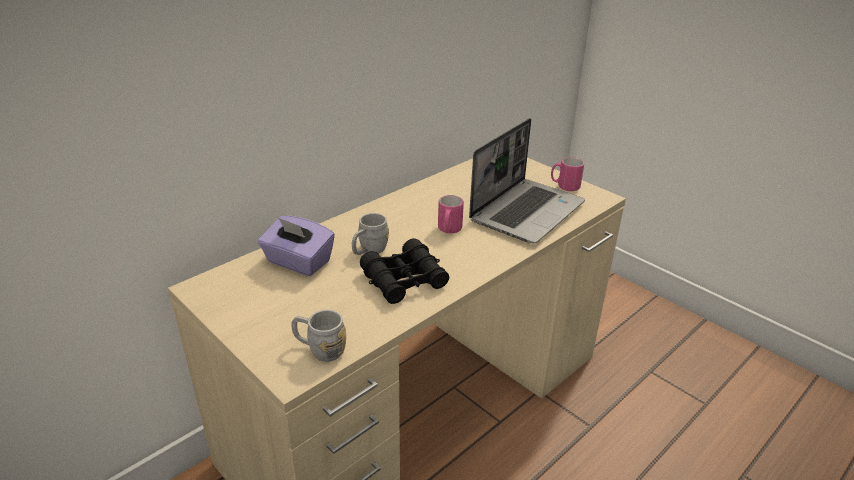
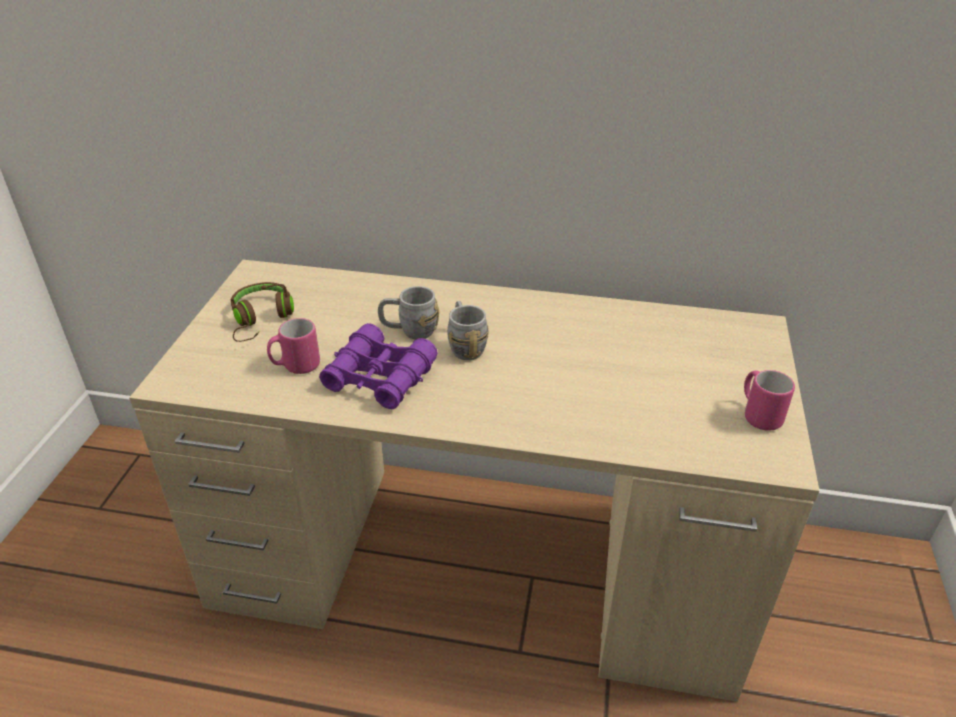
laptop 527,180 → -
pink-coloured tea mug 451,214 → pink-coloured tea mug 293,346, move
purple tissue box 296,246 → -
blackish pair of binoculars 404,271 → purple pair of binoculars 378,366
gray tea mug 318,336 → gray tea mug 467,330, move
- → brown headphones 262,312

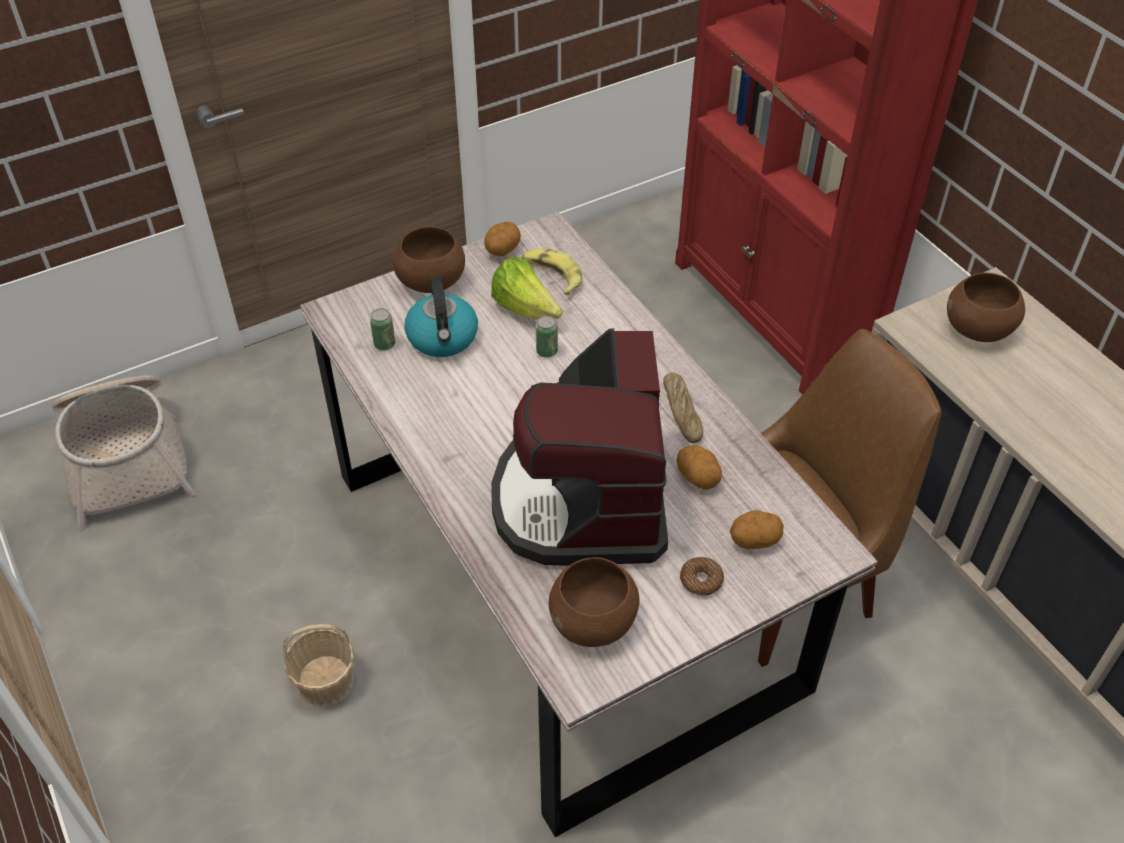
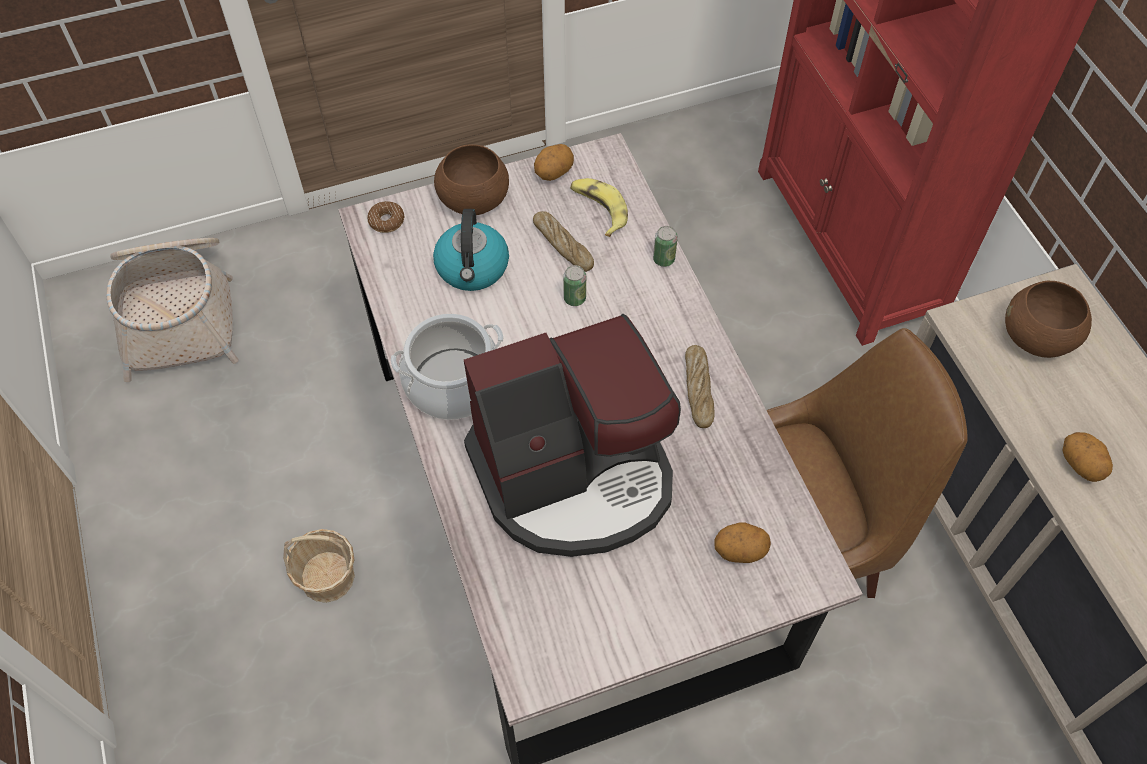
lettuce 527,288 → bread 563,241
sealed can 382,329 → sealed can 665,246, move
coffee brewer 579,447 → coffee brewer 572,435, 120 degrees counterclockwise
whole potato 699,467 → whole potato 1087,457, move
brown serving bowl 594,602 → -
donut 702,576 → donut 385,217, move
- → cooking pot 447,367

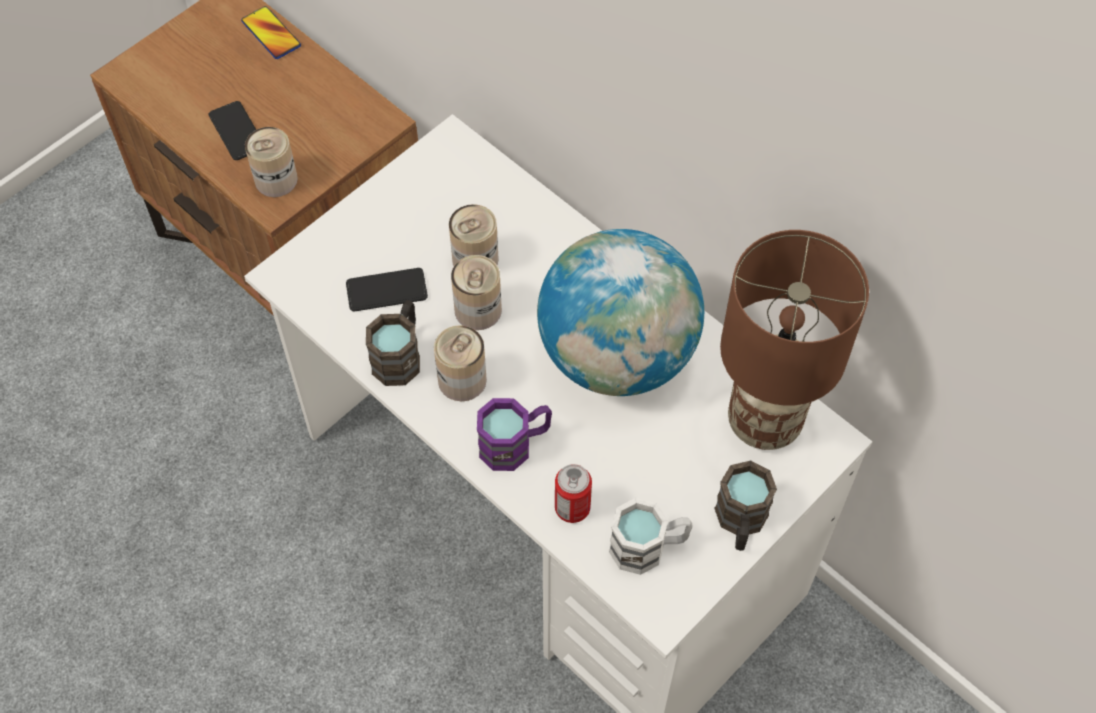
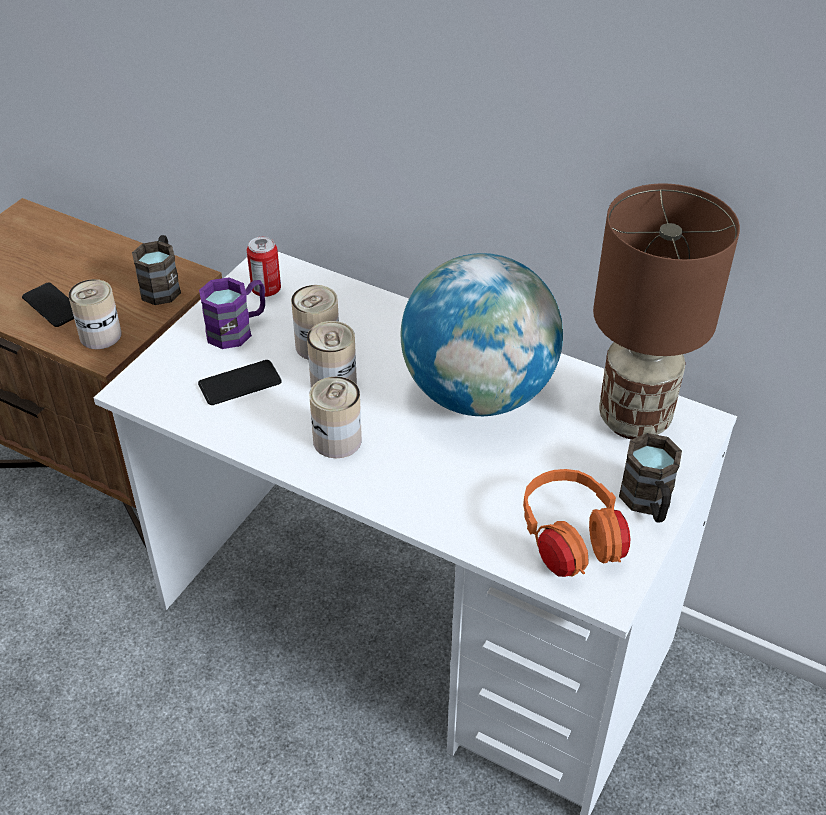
phone 271,32 → -
brown tea mug 393,343 → brown tea mug 156,270, move
purple tea mug 514,434 → purple tea mug 232,313, move
sealed can 573,493 → sealed can 264,267, move
whitish tea mug 650,536 → orangey headphones 576,523

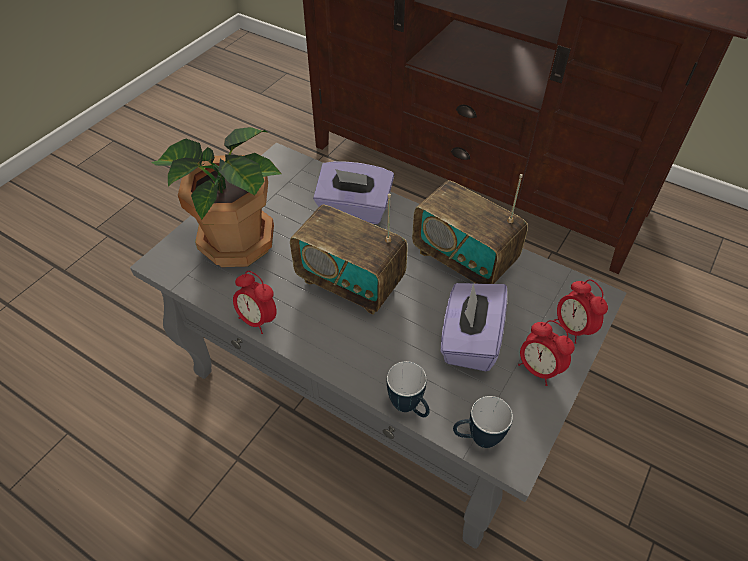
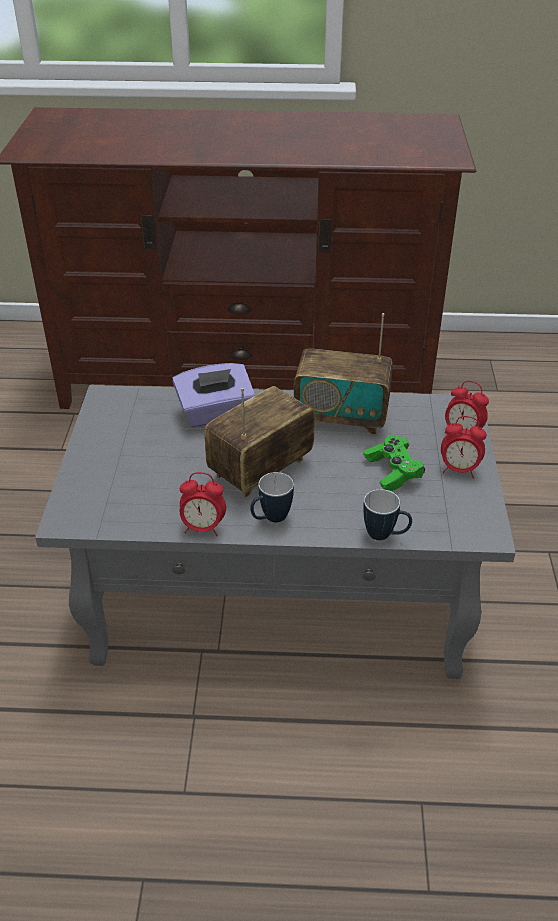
potted plant 216,197 → -
radio set 349,254 → radio set 259,441, 135 degrees clockwise
purple tissue box 474,327 → greenish gamepad 394,463
tea mug 483,422 → tea mug 272,497, move

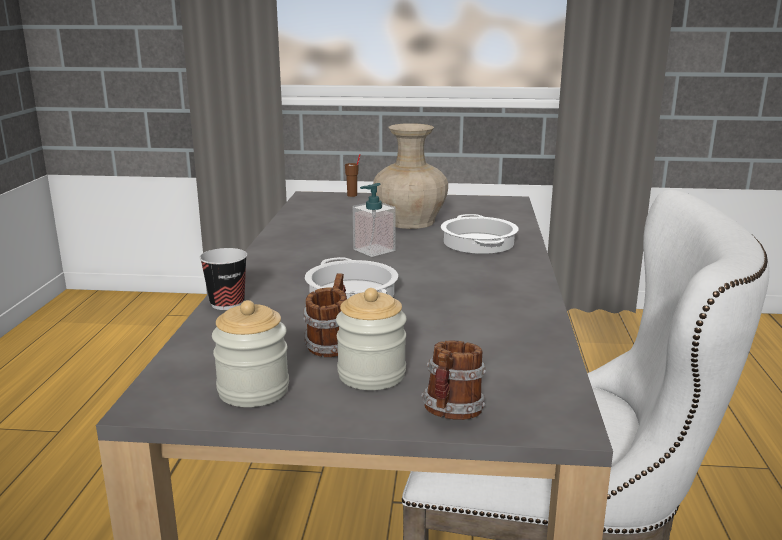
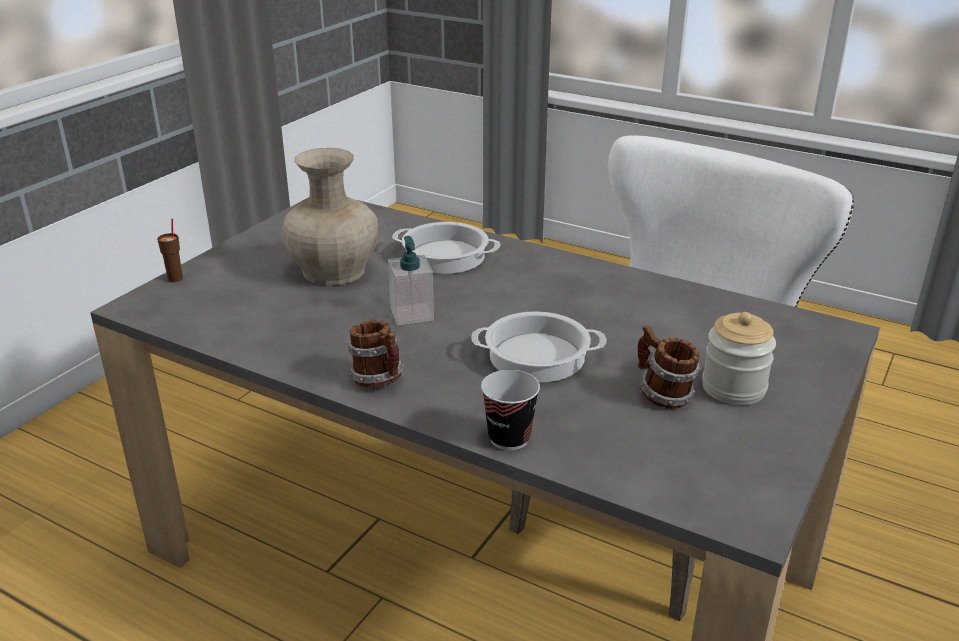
storage jar 250,353 → -
tea mug 453,380 → tea mug 376,354, move

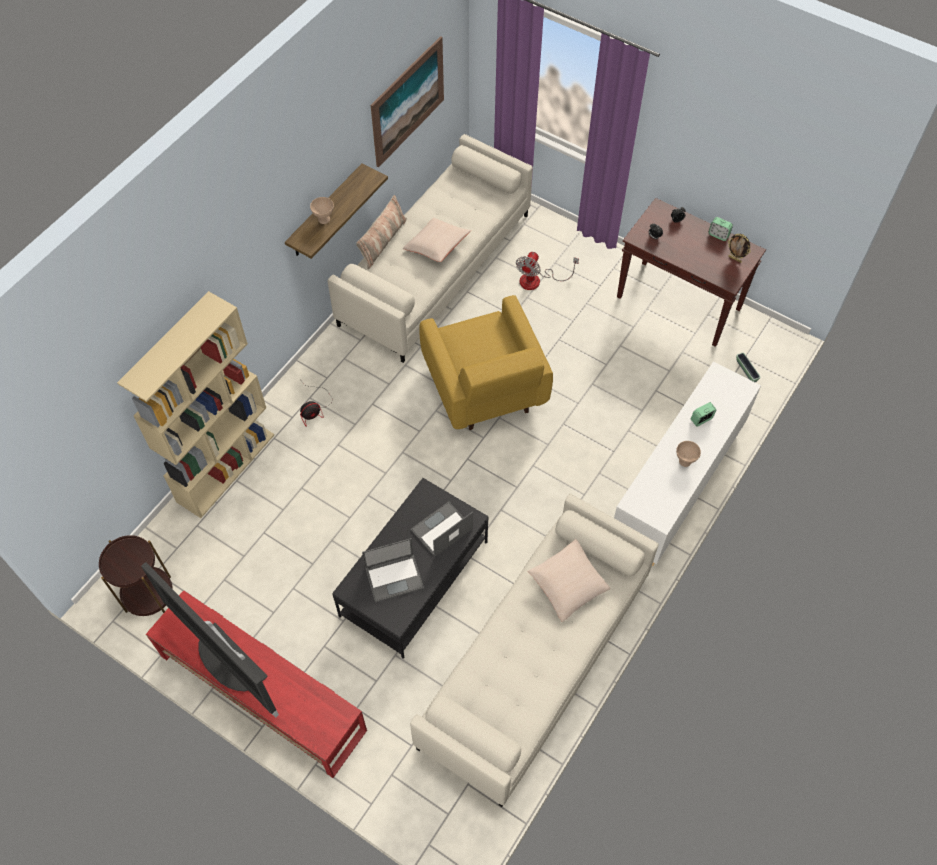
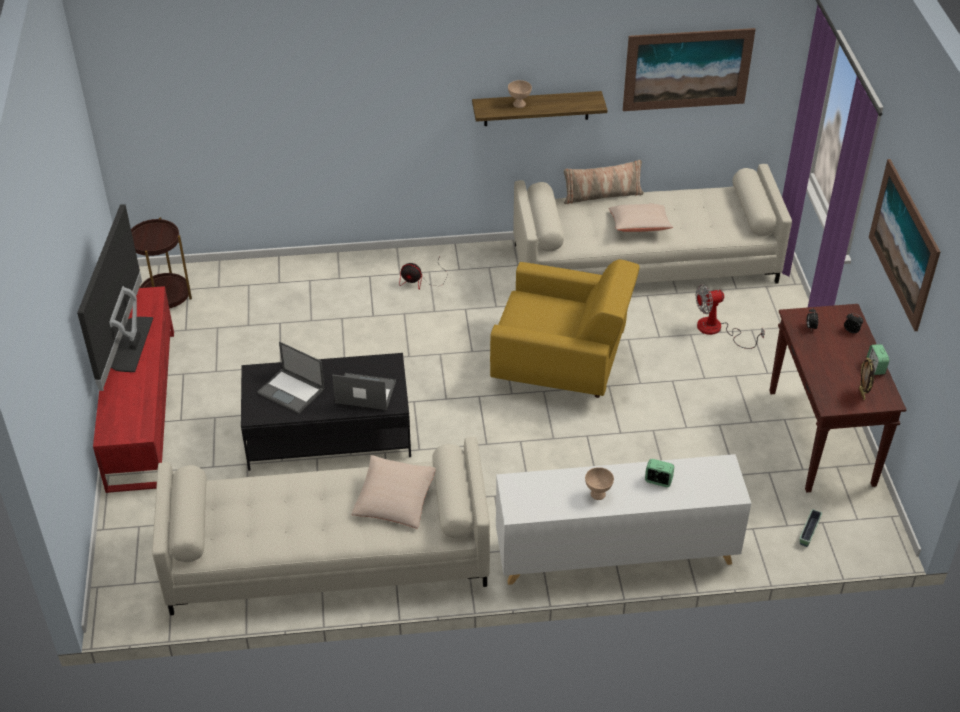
sand-coloured bookcase 195,404 → -
yellowish lounge chair 486,362 → yellowish lounge chair 565,328, 105 degrees counterclockwise
- → wall picture 904,245

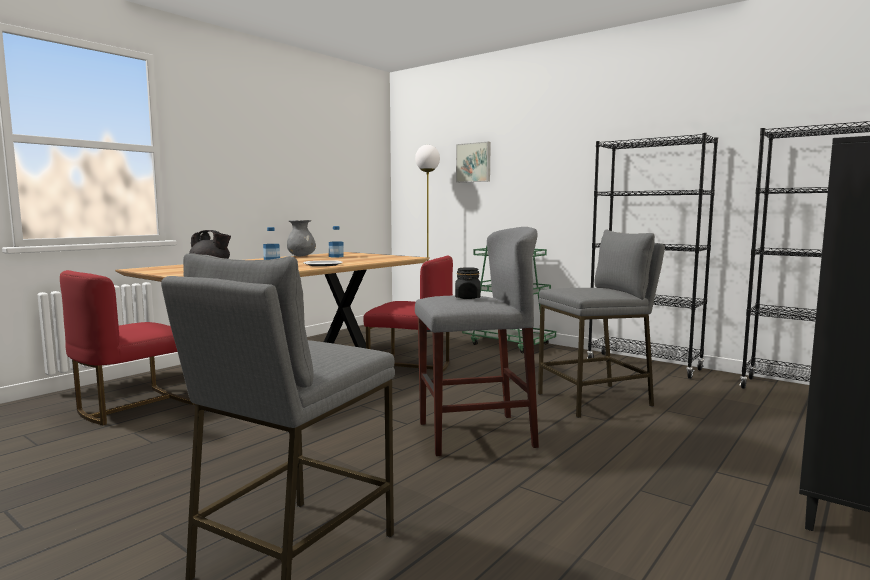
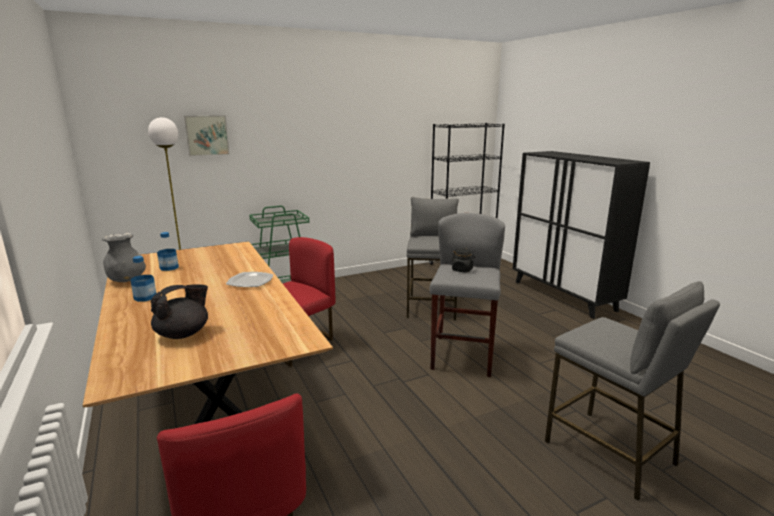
blackish bookcase 652,256 → -

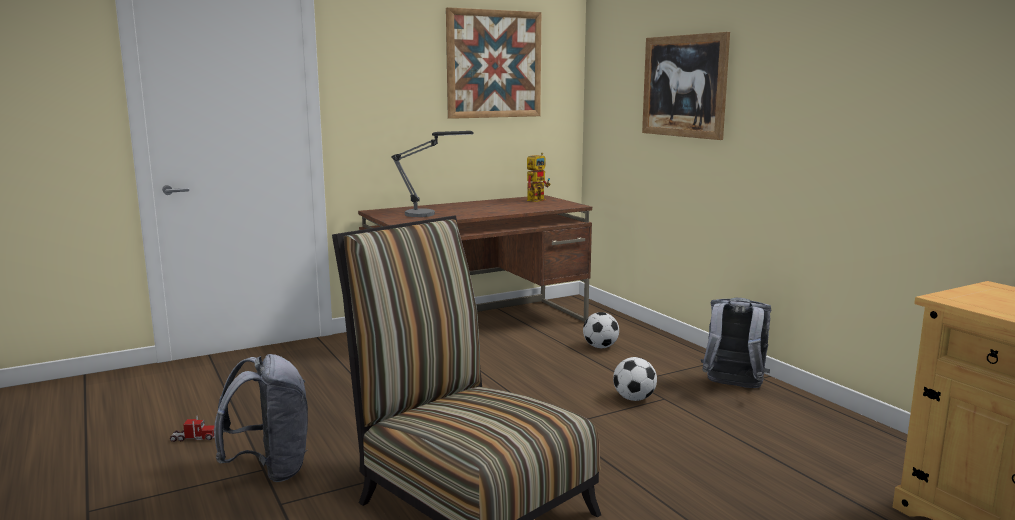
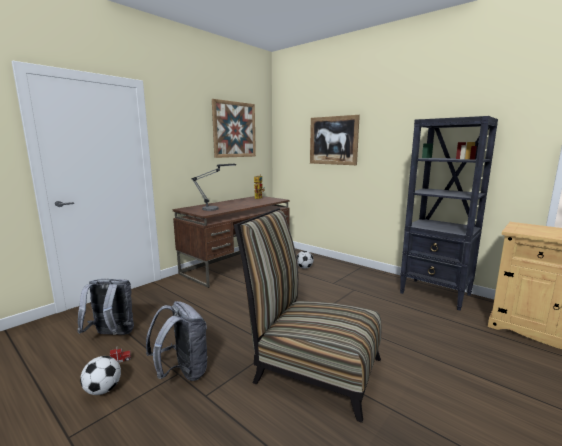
gray knapsack 736,343 → gray knapsack 105,307, move
ball for football 635,379 → ball for football 100,375, move
- → blackish bookcase 449,213

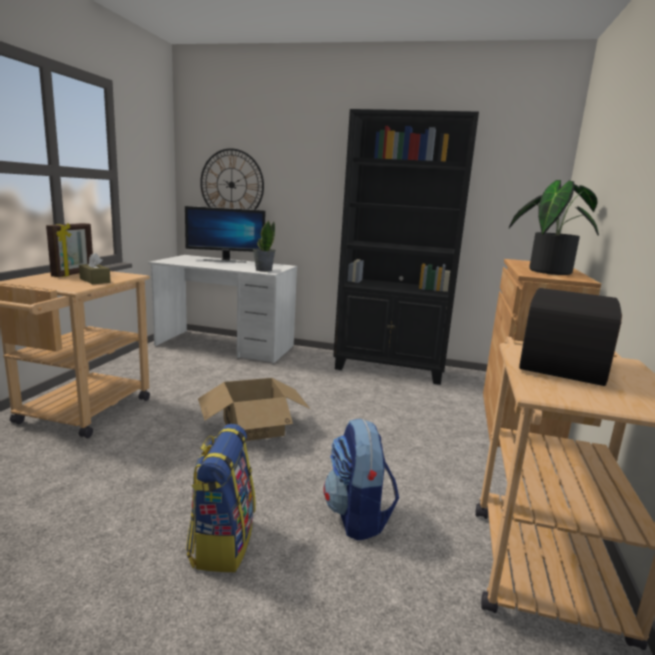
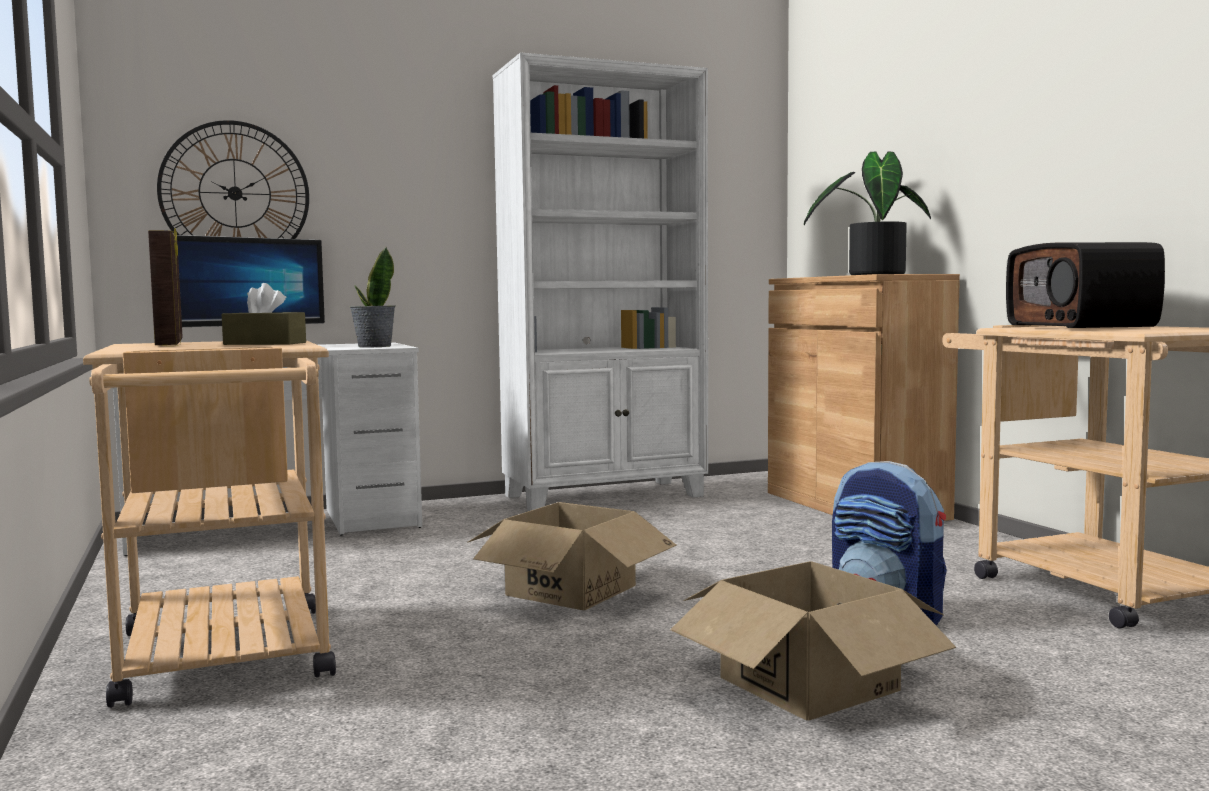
blackish bookcase 406,247 → whitish bookcase 600,281
knapsack 221,498 → carton 813,640

